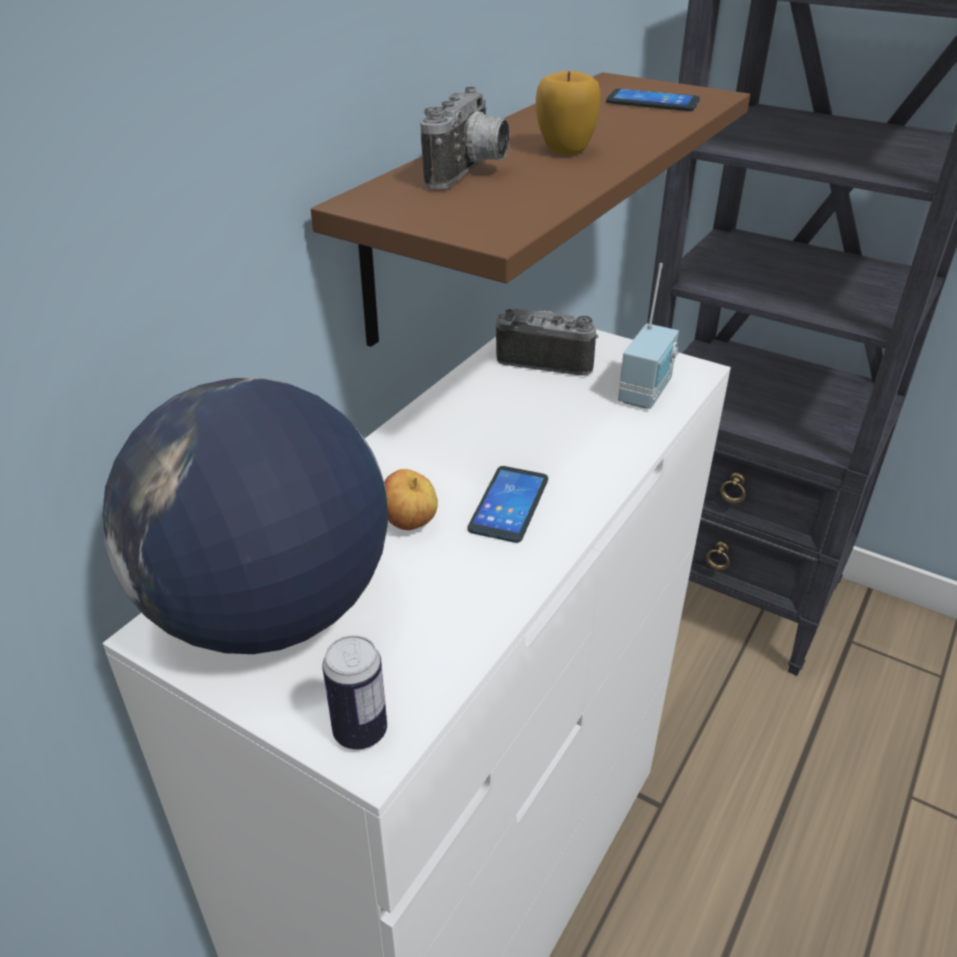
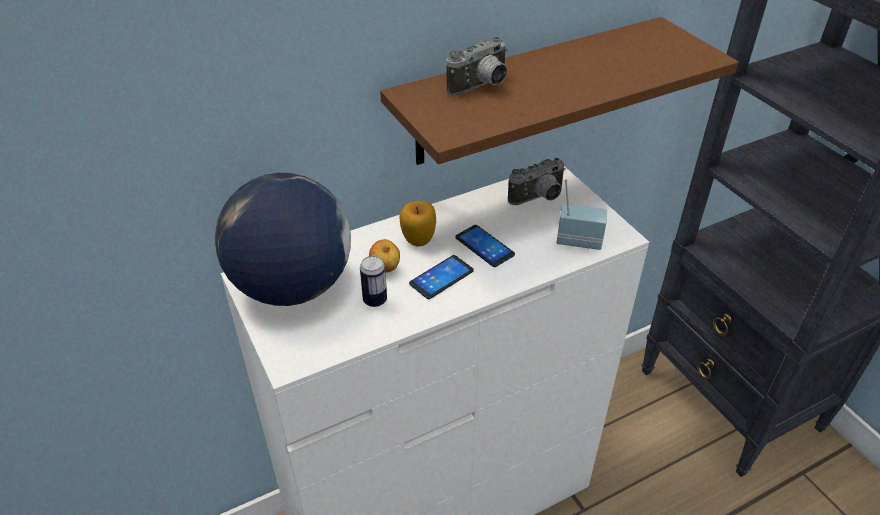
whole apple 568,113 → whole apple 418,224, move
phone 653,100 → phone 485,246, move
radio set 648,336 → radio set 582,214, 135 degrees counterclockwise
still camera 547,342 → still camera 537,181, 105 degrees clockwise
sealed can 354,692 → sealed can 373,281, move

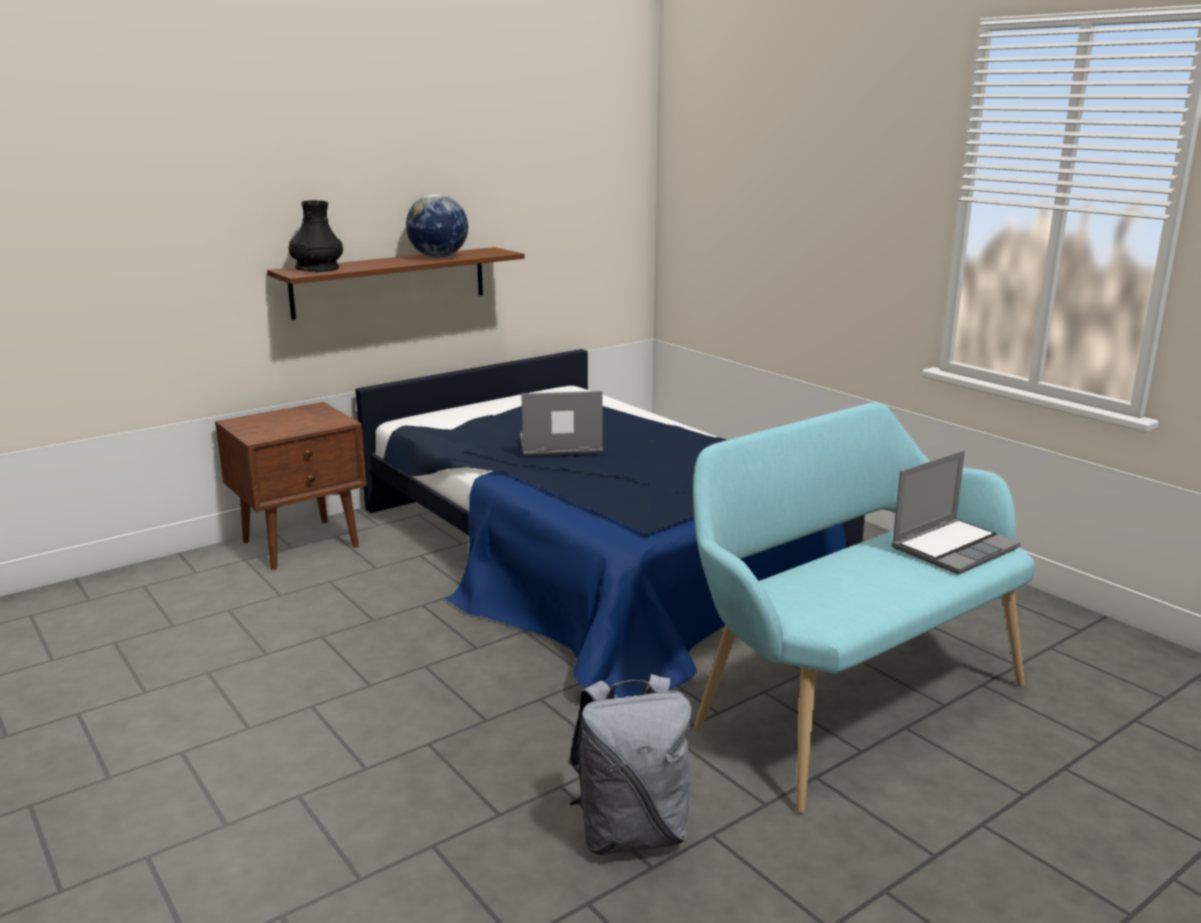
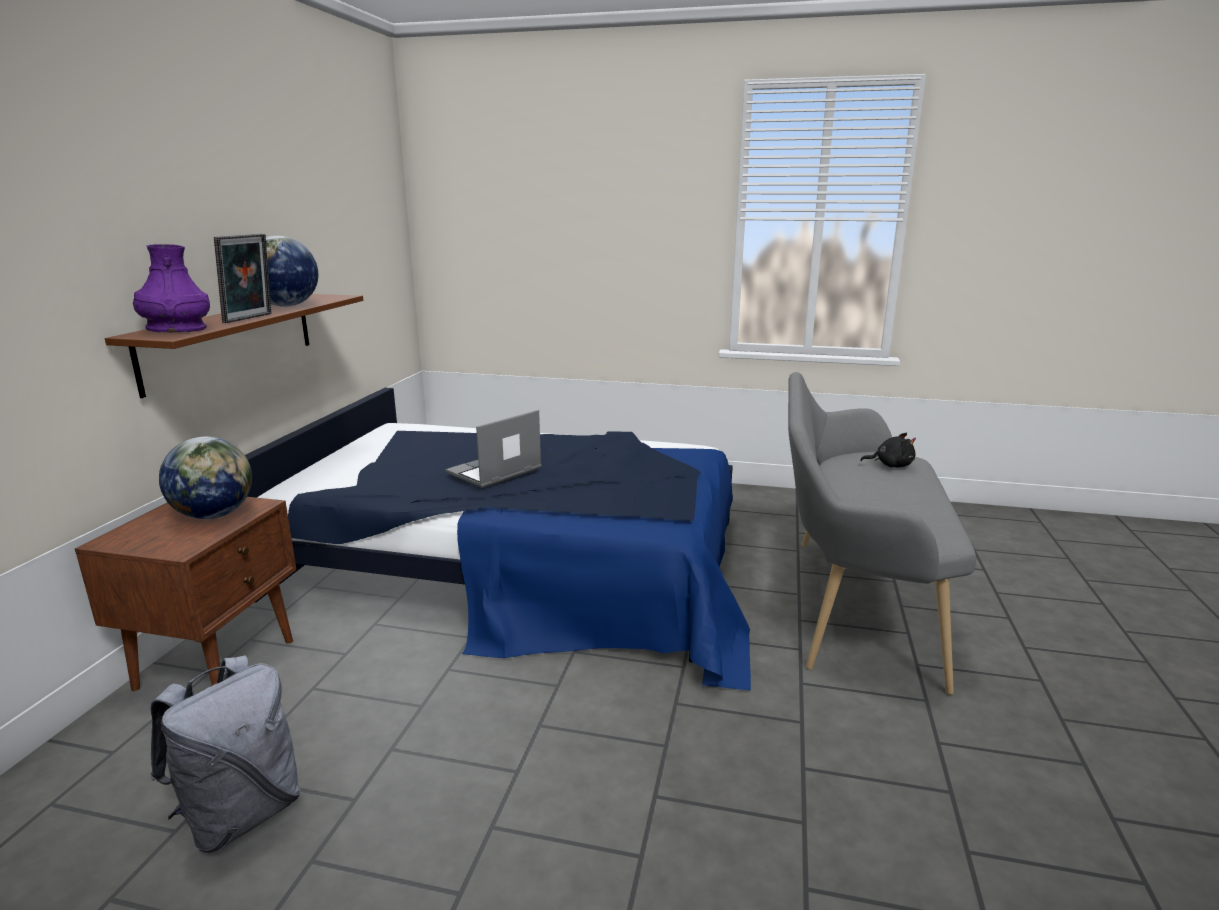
blackish flower vase 316,236 → purple flower vase 171,288
turquoise bench 864,608 → gray bench 882,533
laptop 956,512 → blackish cuddly toy 888,450
gray knapsack 630,764 → gray knapsack 225,754, move
- → standing frame 242,278
- → world globe 205,478

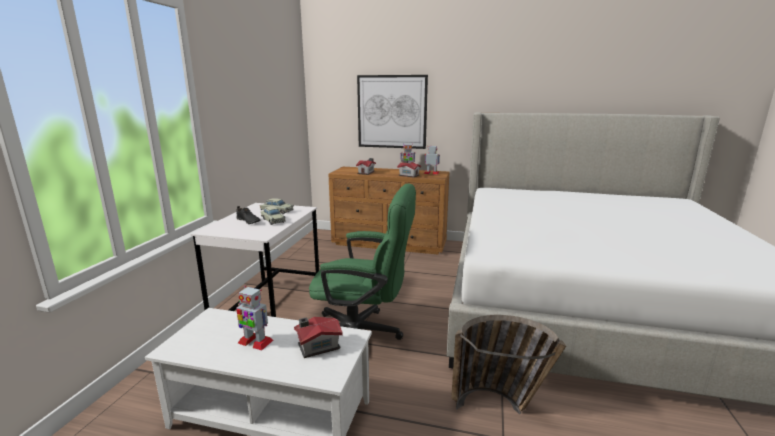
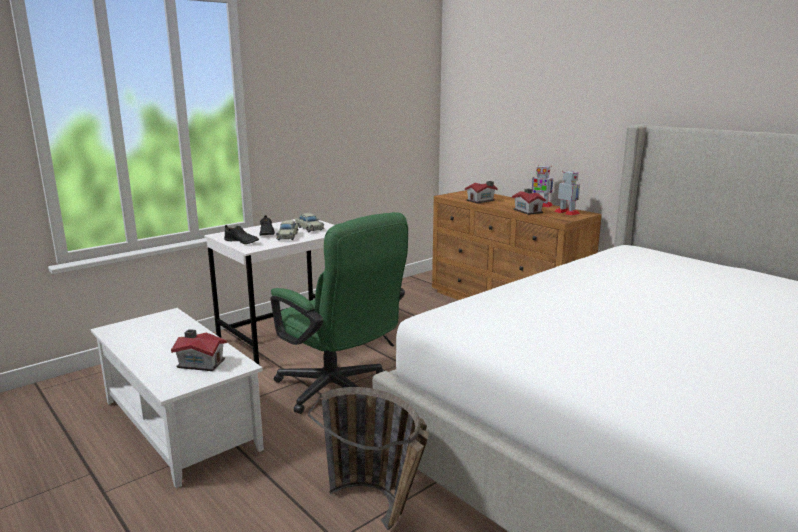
wall picture 392,112 → -
toy robot 254,318 → -
- → blackish shoe 241,234

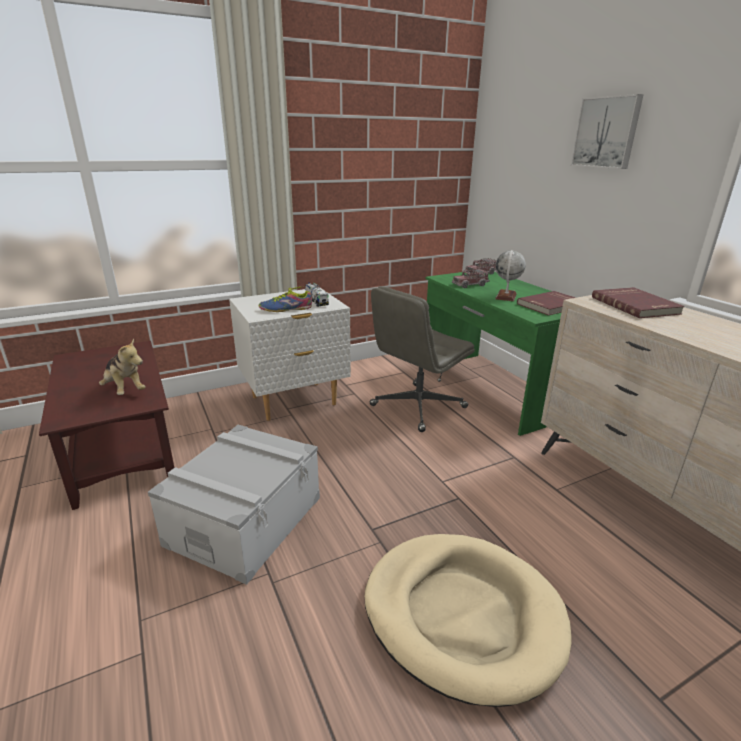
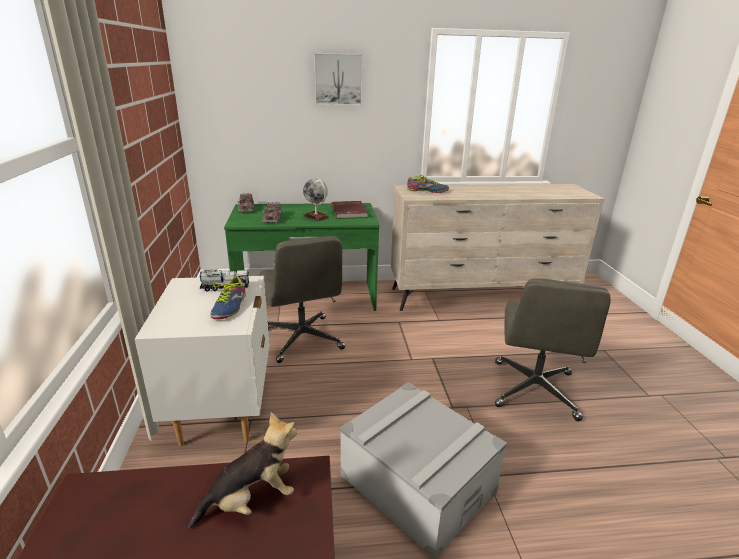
red-coloured volume 638,302 → shoe 428,184
sand-coloured dog bed 468,620 → gray office chair 553,349

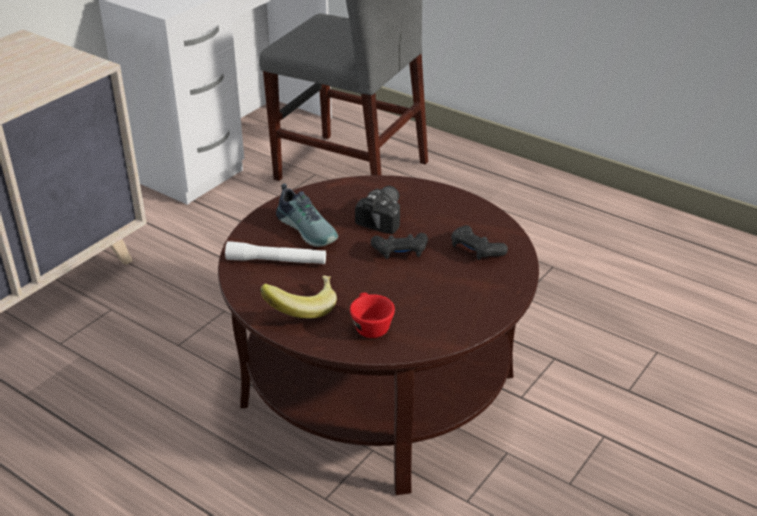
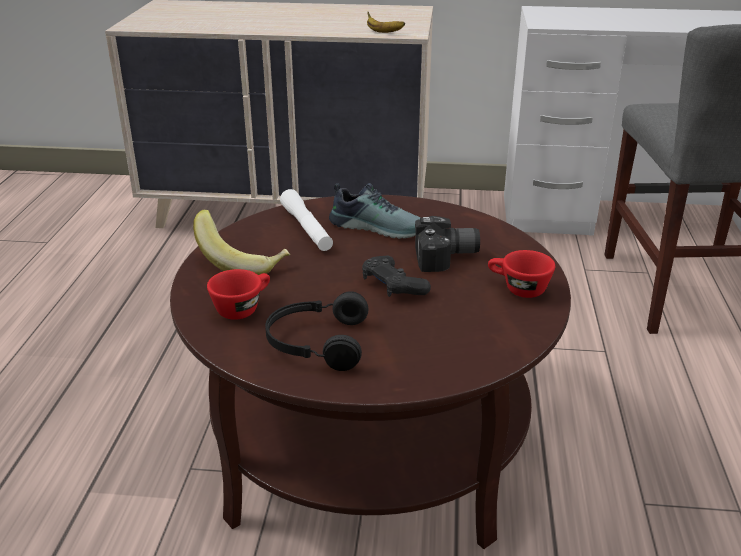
shoe 307,215 → shoe 374,211, 90 degrees counterclockwise
blackish gamepad 479,242 → -
- → banana fruit 386,22
- → red-coloured drinking cup 521,274
- → blackish headphones 317,331

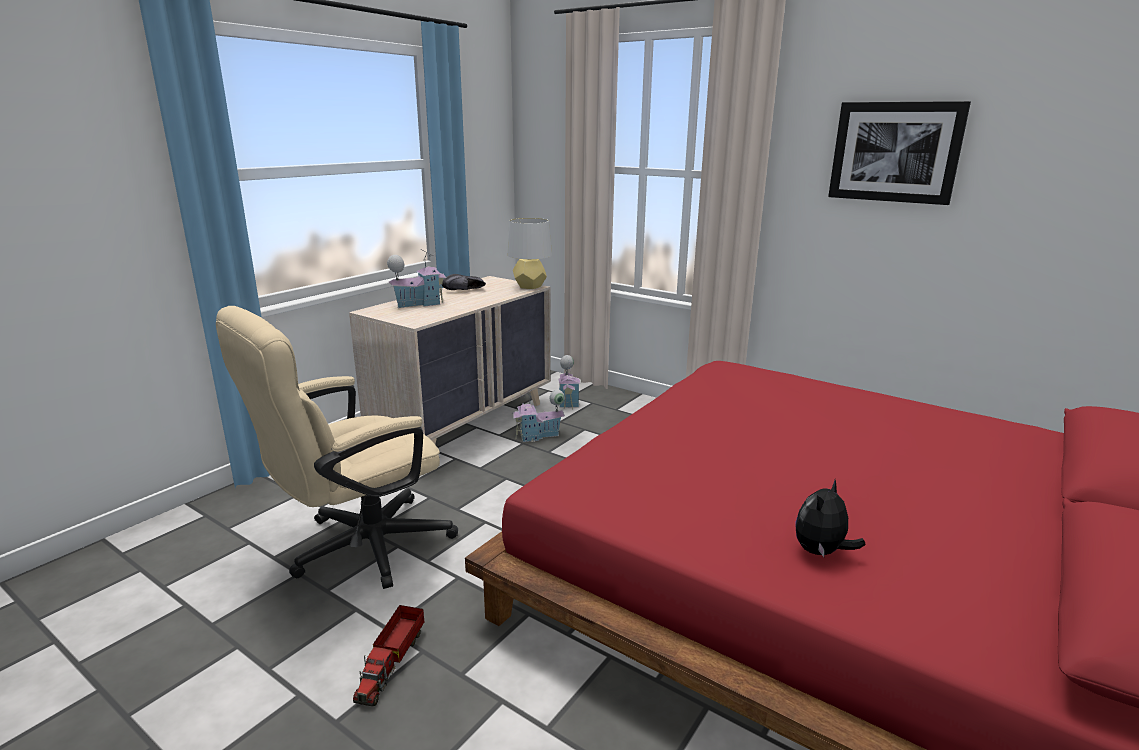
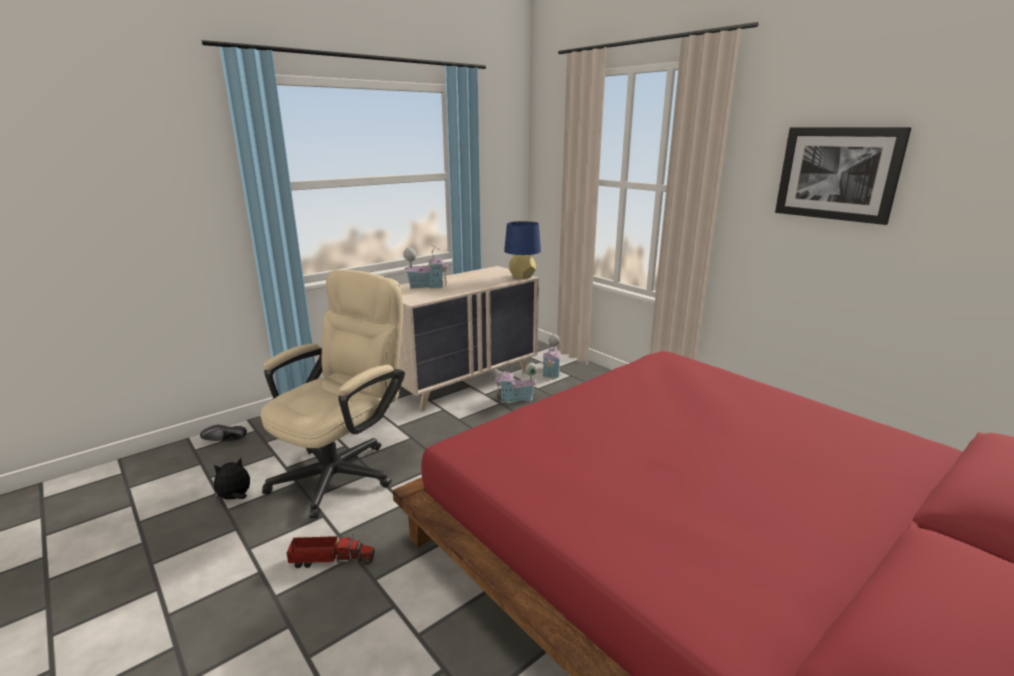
gray tabletop lamp 529,253 → blue tabletop lamp 522,250
blackish shoe 464,282 → blackish shoe 223,433, move
sand-coloured office chair 337,447 → sand-coloured office chair 332,393, 150 degrees clockwise
cuddly toy 830,518 → cuddly toy 231,479, move
toy lorry 388,656 → toy lorry 330,551, 120 degrees counterclockwise

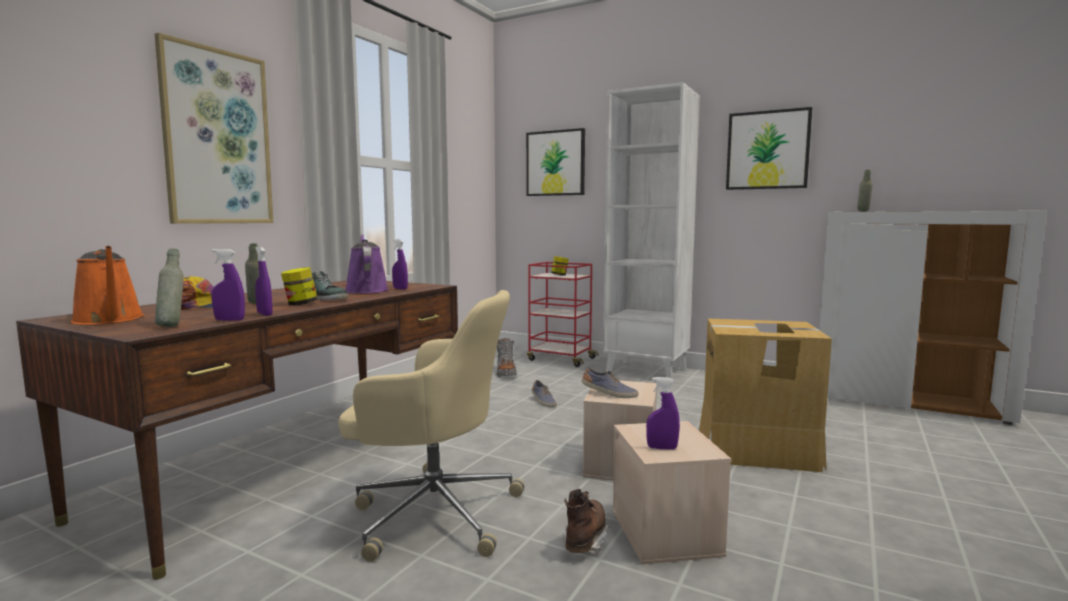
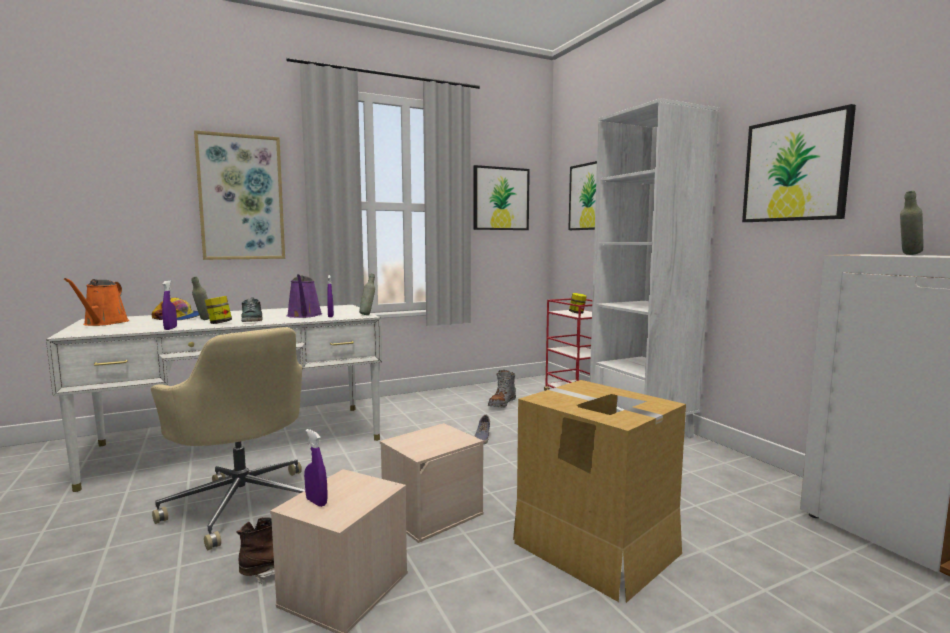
purple watering pot 367,263 → purple watering pot 304,296, 150 degrees clockwise
gray bottle 169,287 → gray bottle 367,294, move
purple sprayer 228,285 → -
brown desk 237,430 → whitish desk 214,398
shoe 610,382 → -
- → wall picture 502,197

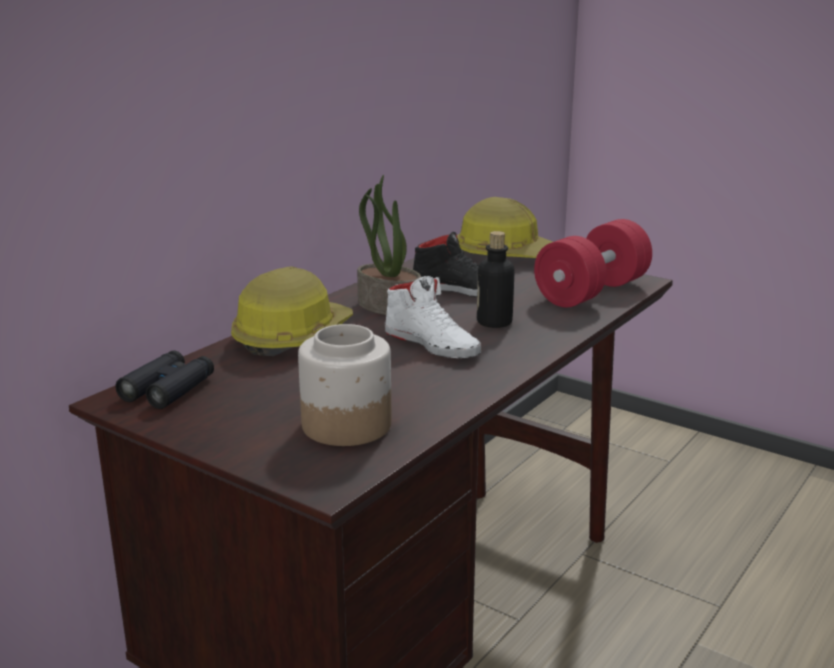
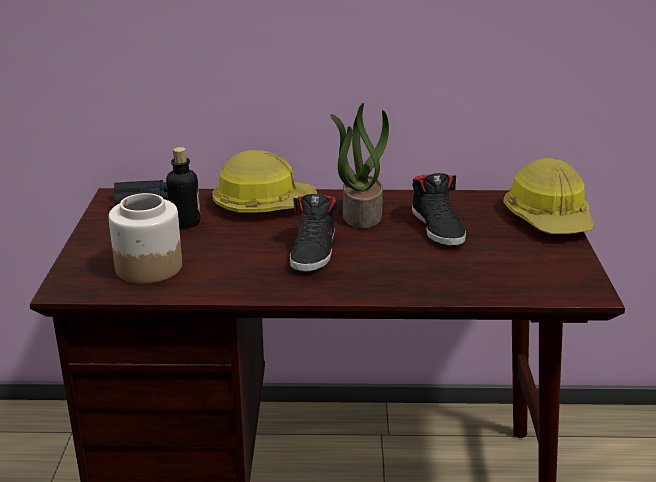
red-coloured free weight 593,263 → -
bottle 496,279 → bottle 183,188, move
whitish shoe 433,317 → blackish shoe 315,233

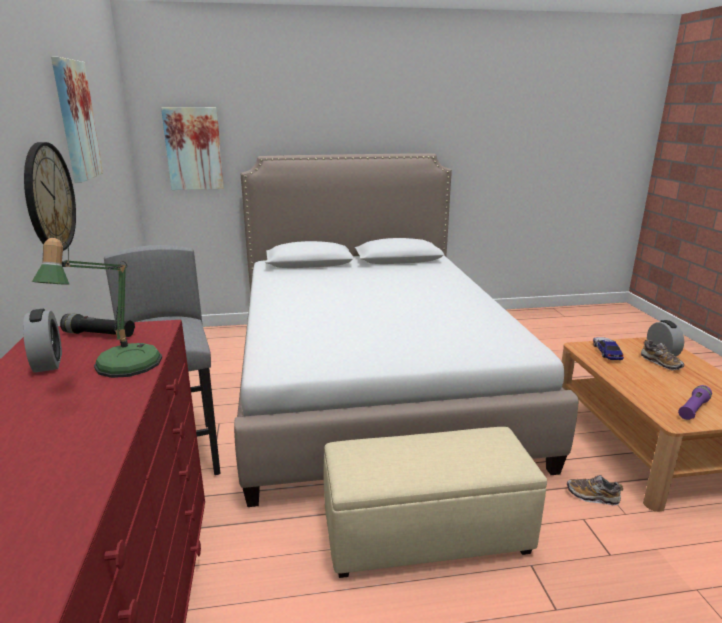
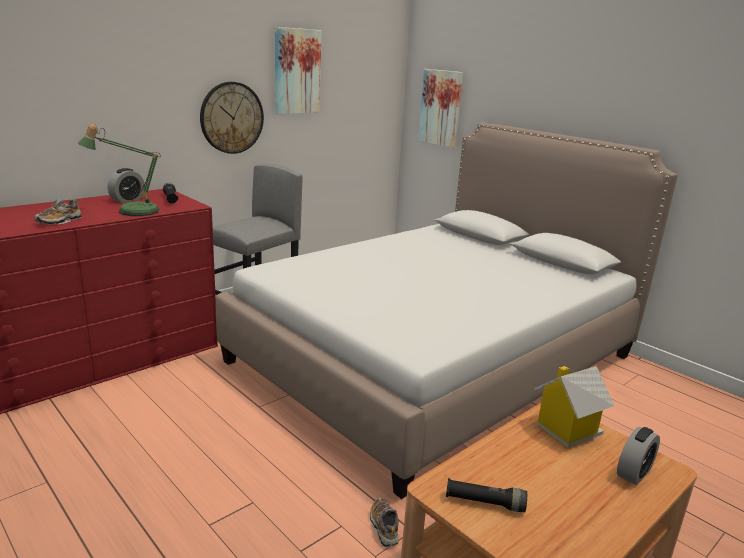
miniature car 608,348 → toy house 574,407
shoe 662,355 → shoe 58,211, move
purple hand torch 695,402 → blackish hand torch 486,495
sand-coloured pouffe 435,502 → -

